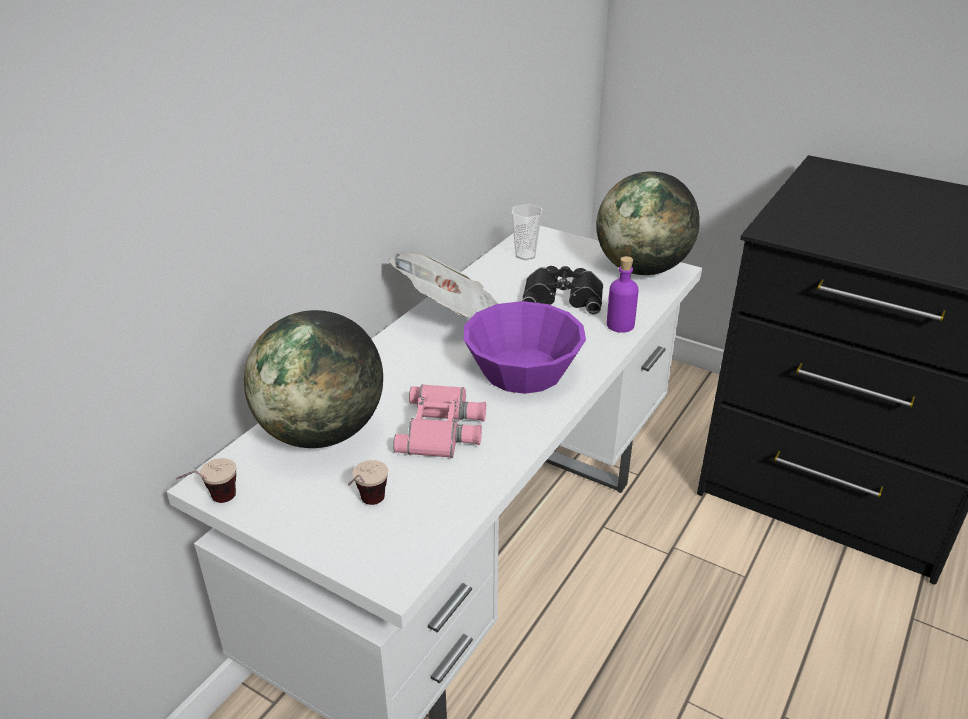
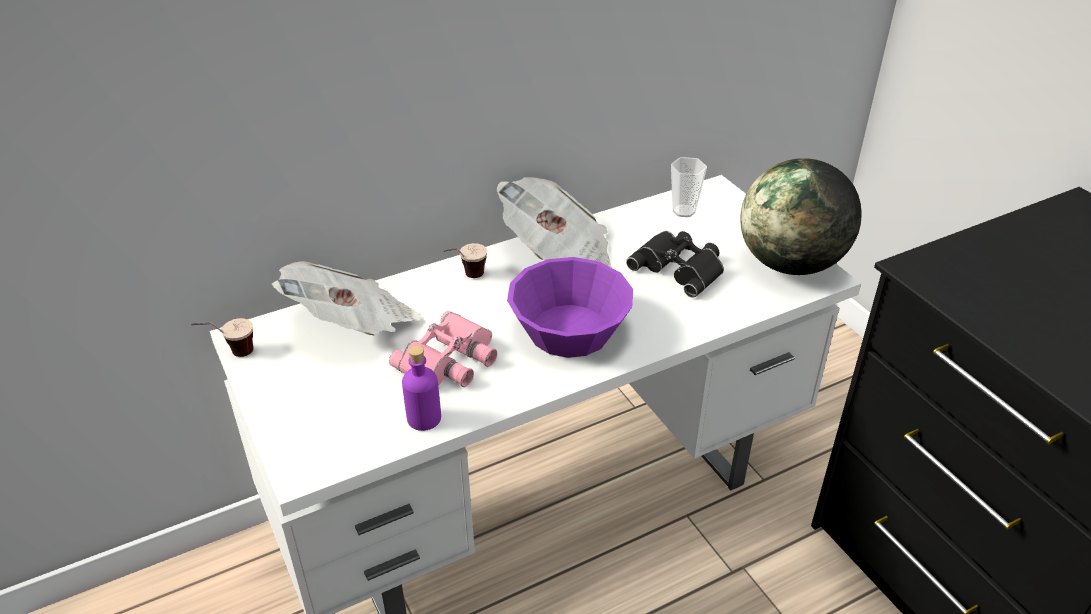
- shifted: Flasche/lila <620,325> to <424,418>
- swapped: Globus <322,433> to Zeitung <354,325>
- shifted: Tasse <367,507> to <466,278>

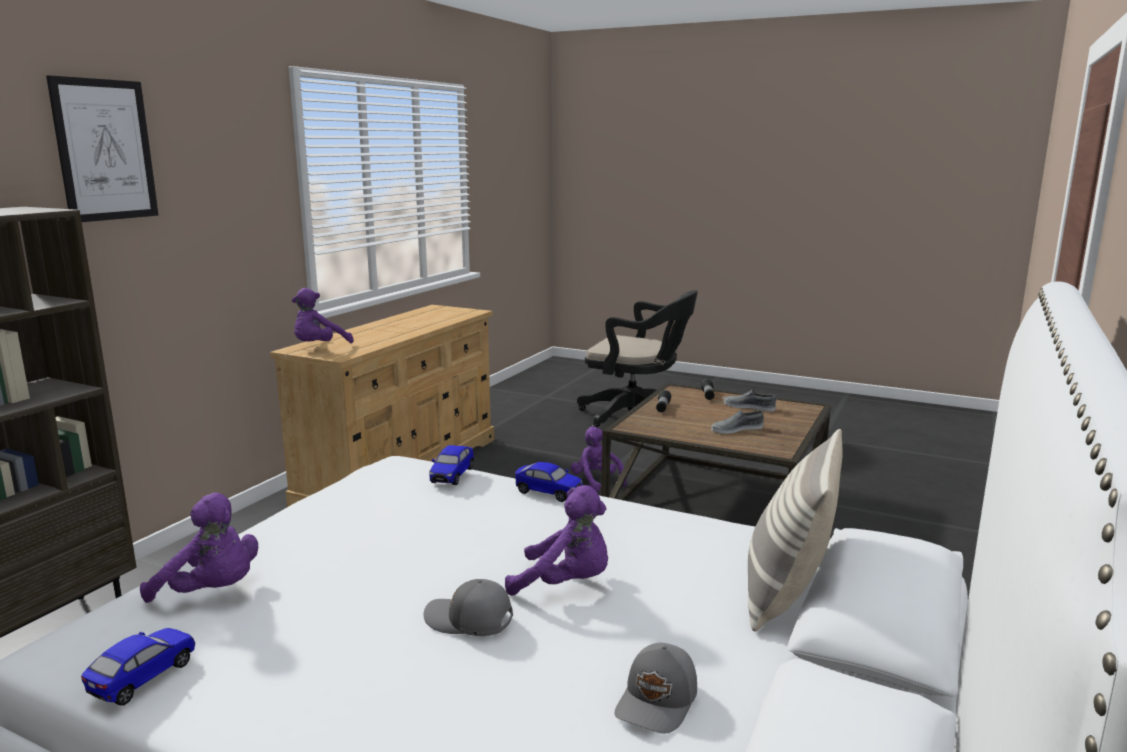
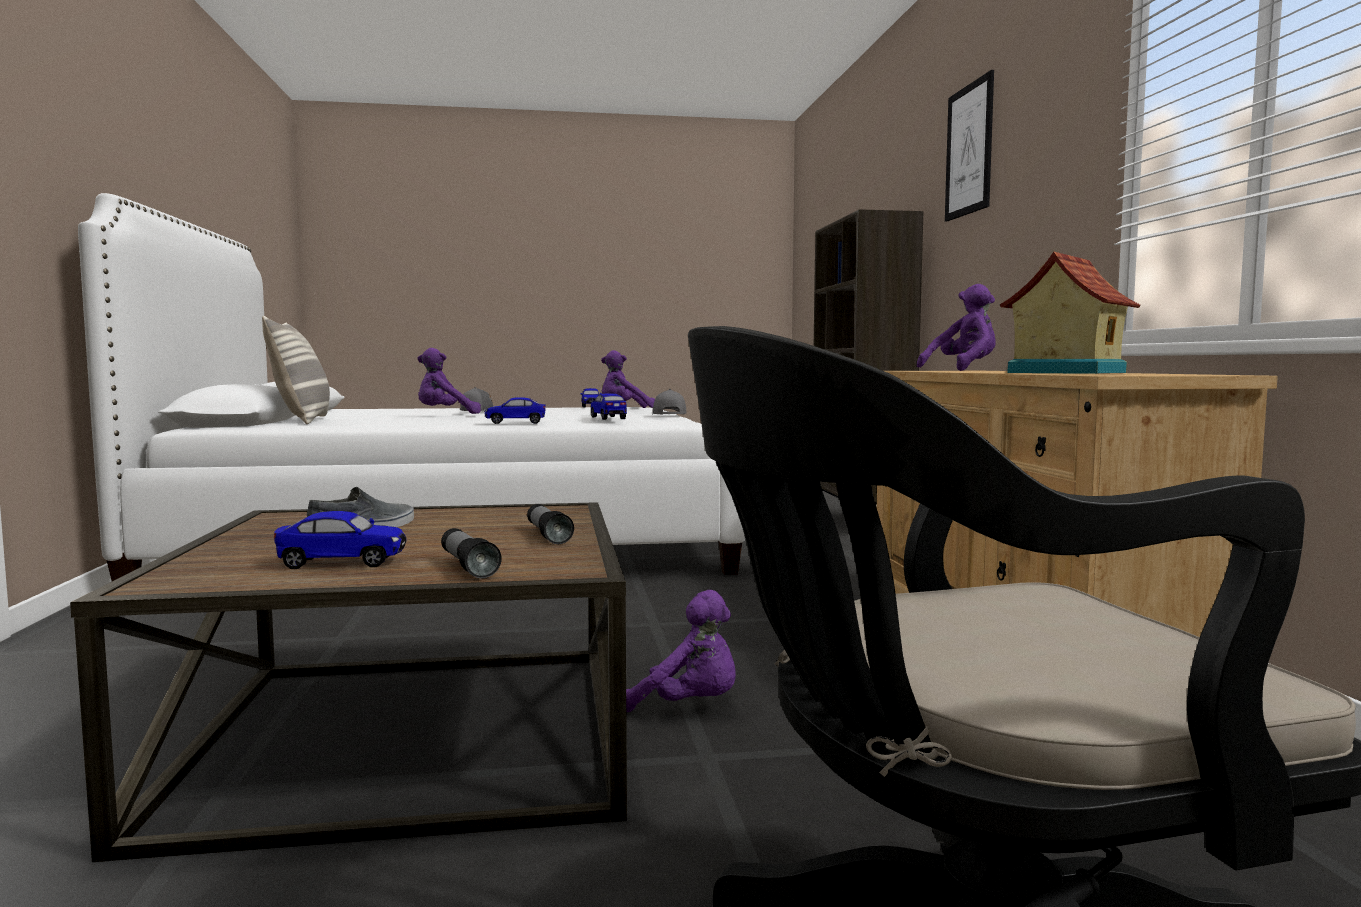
- rotated: Plüschtier/lila <319,347> = <963,370> 60 degrees clockwise
- swapped: Schuh/grau <749,407> to Spielzeugauto <342,562>
- shifted: Kappe/grau <658,702> to <668,415>
- new: Spielzeughaus <1063,373>

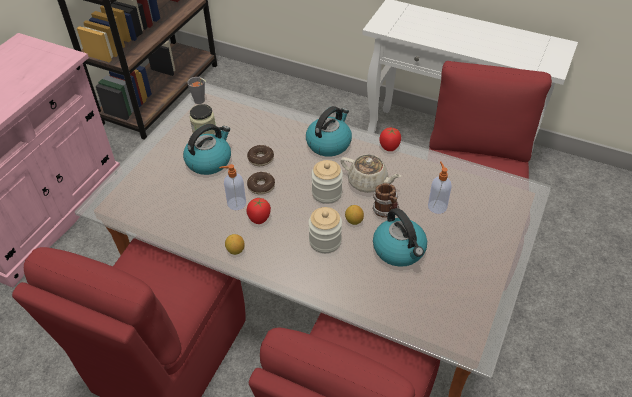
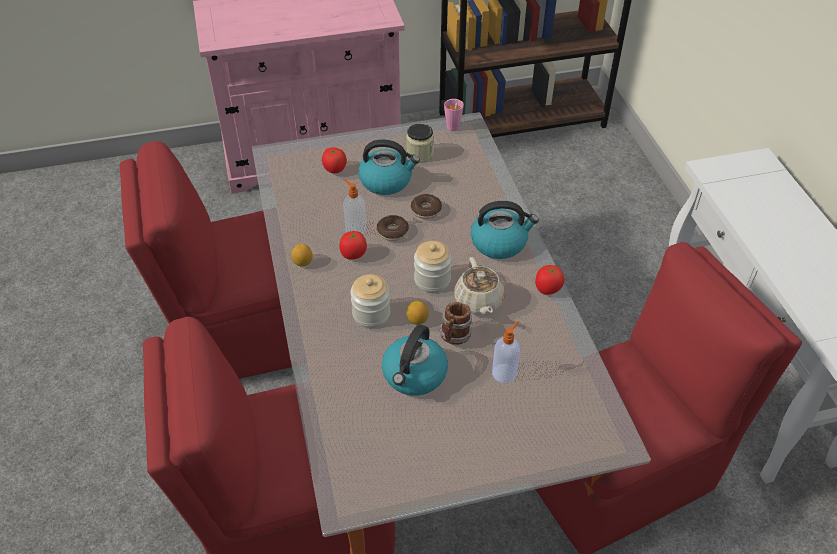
- repainted: Tasse/grau <200,102> to Tasse/rosa <452,129>
- new: Tomate <334,169>

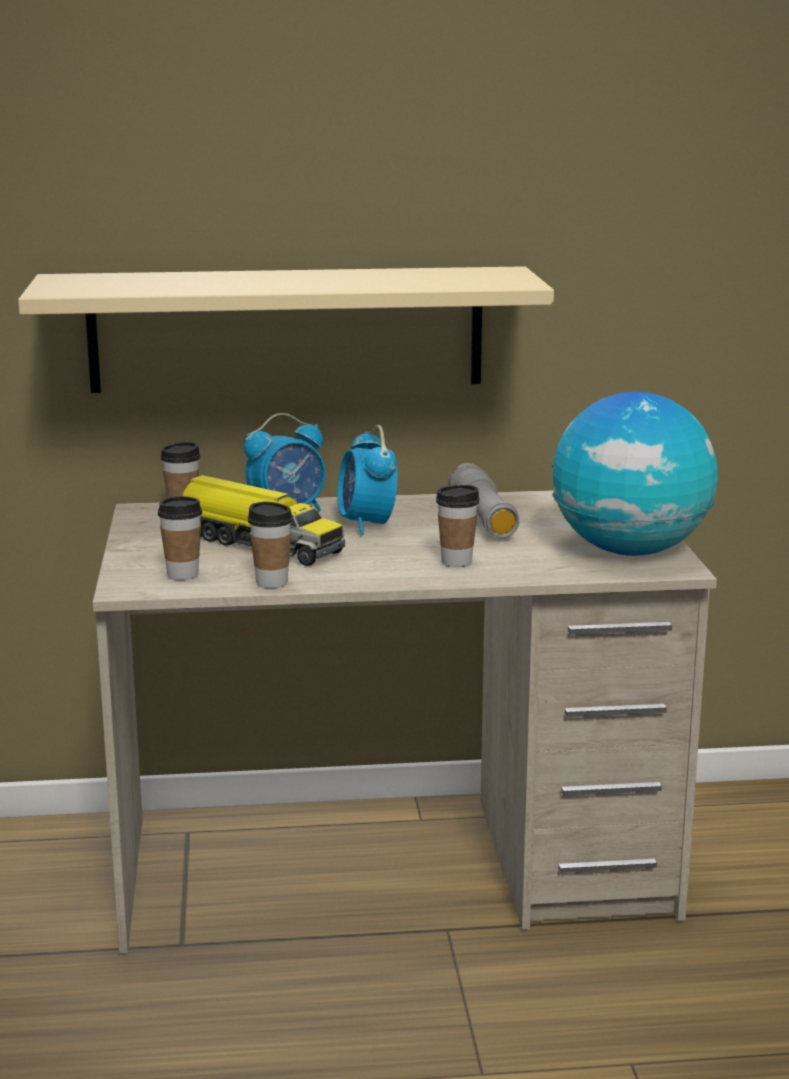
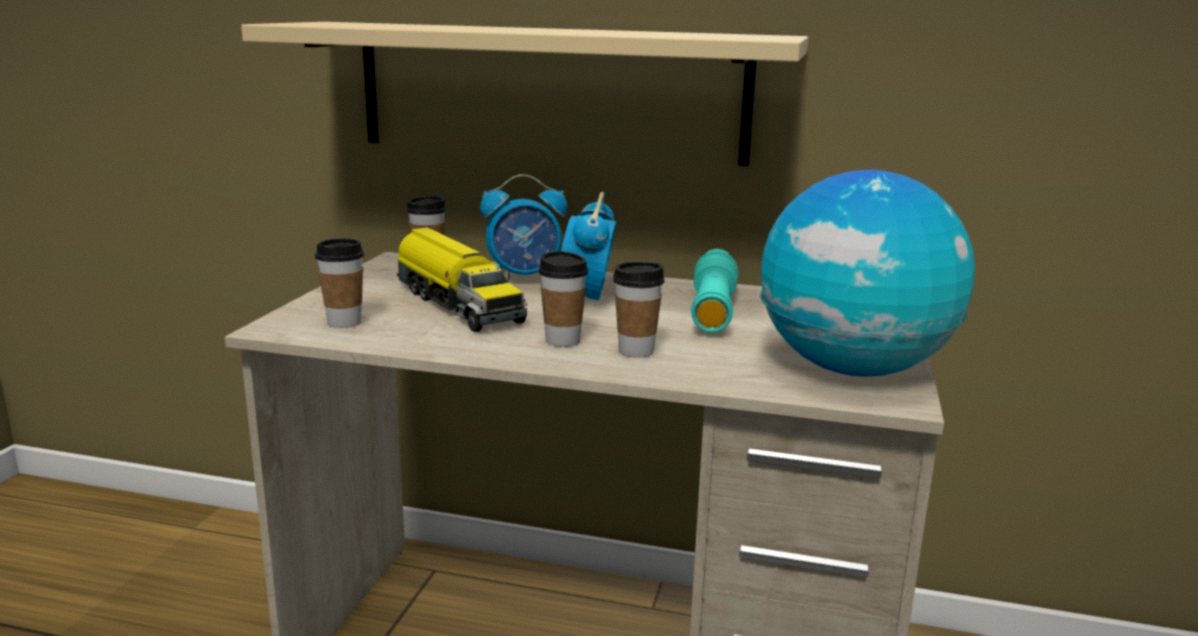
- repainted: Taschenlampe/grau <483,520> to Taschenlampe/türkis <712,311>
- shifted: Tasse <272,582> to <562,341>

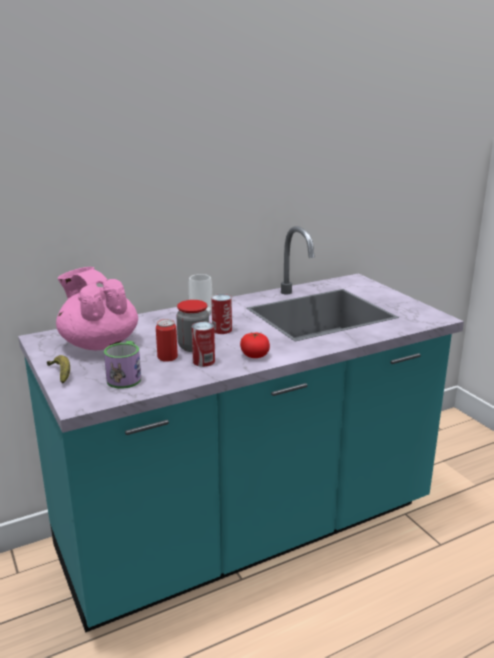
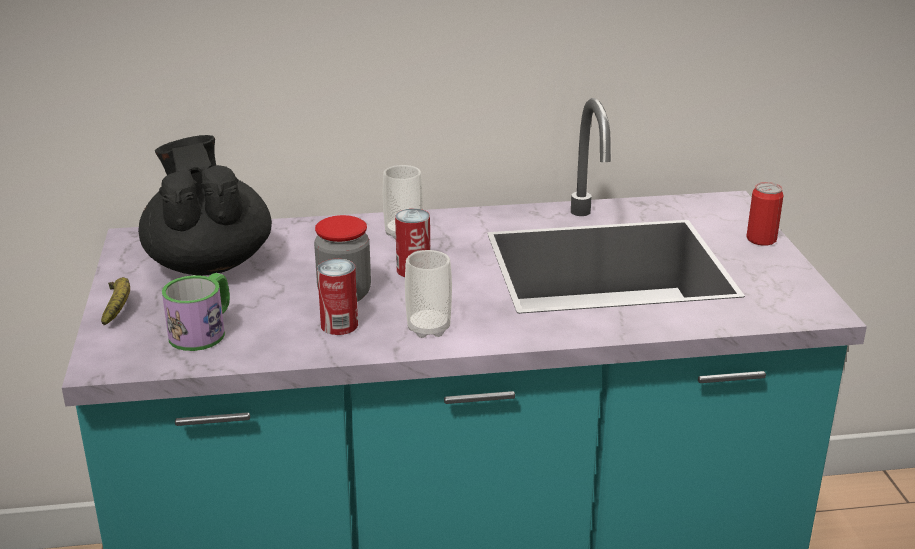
- repainted: Teekanne/rosa <99,343> to Teekanne/schwarz <209,262>
- shifted: Dose <167,357> to <761,239>
- swapped: Tomate <254,355> to Tasse <429,328>

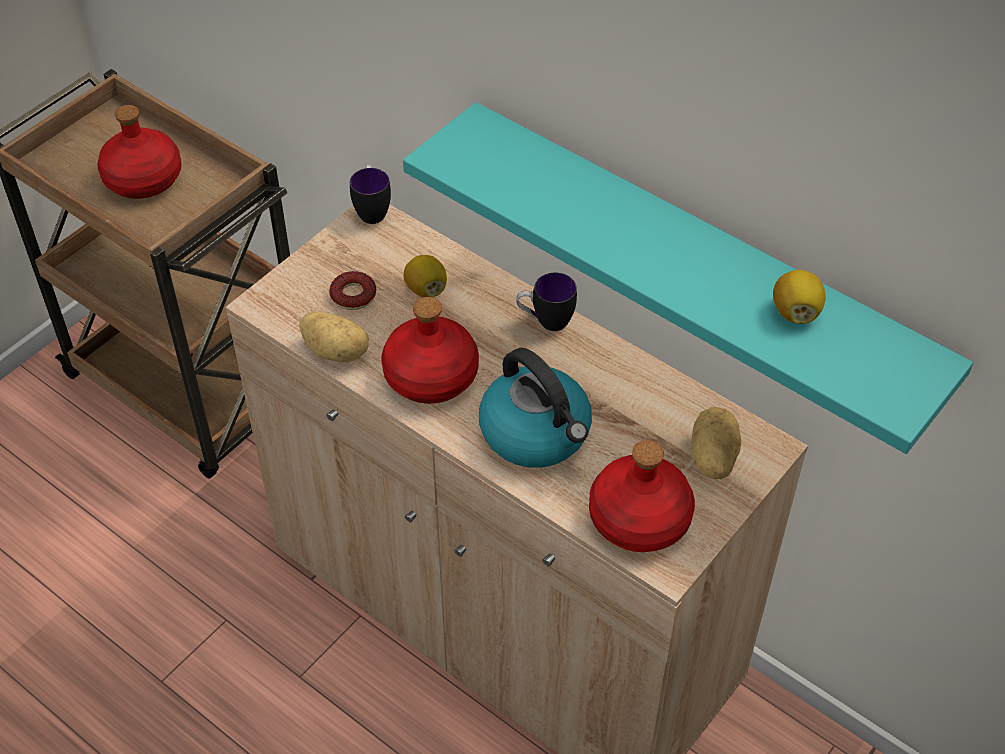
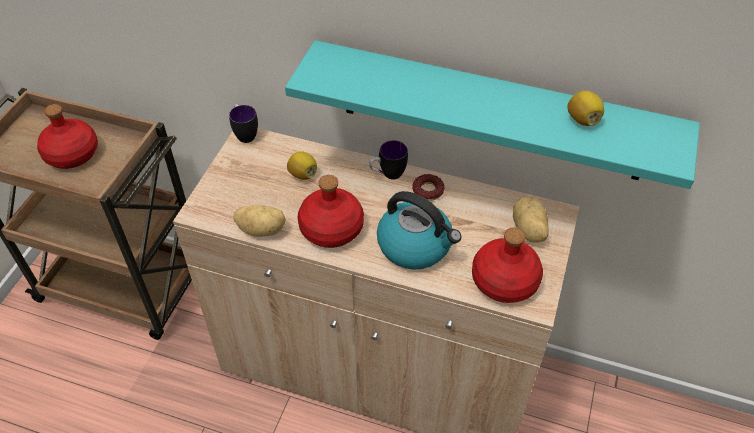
- shifted: Donut <353,295> to <428,190>

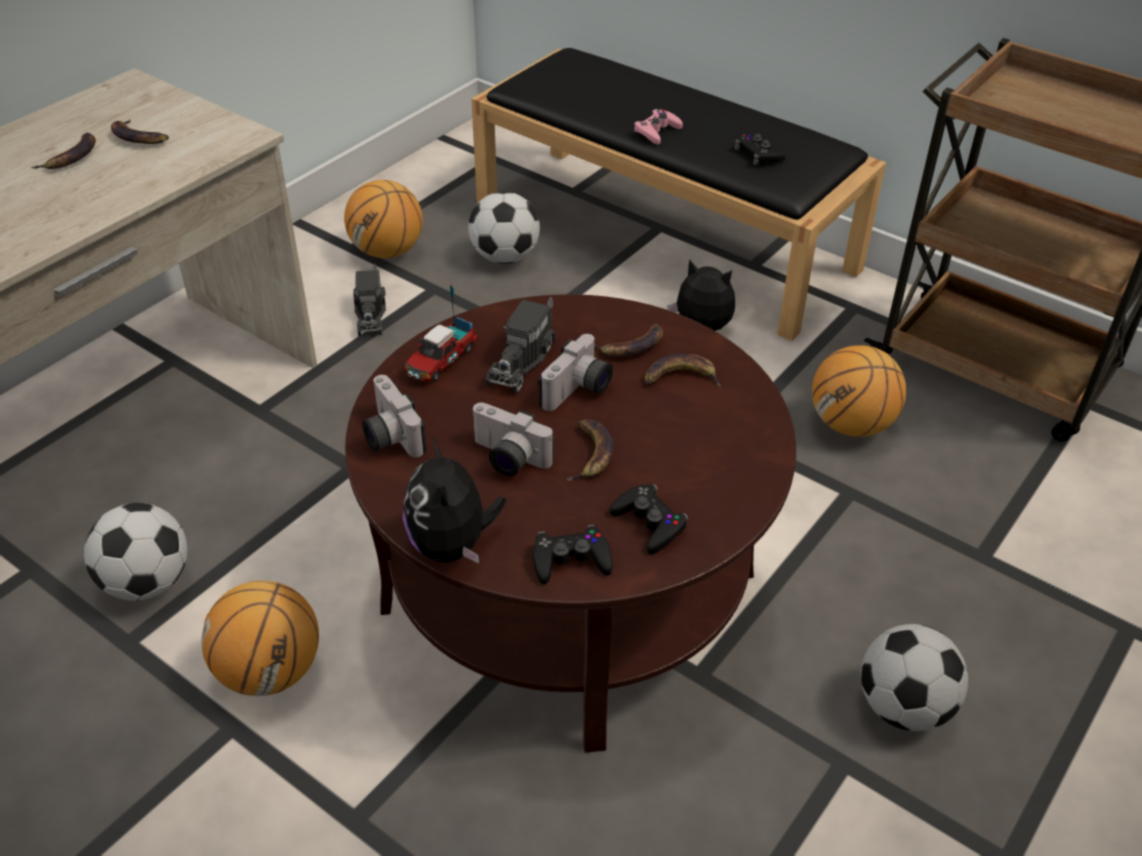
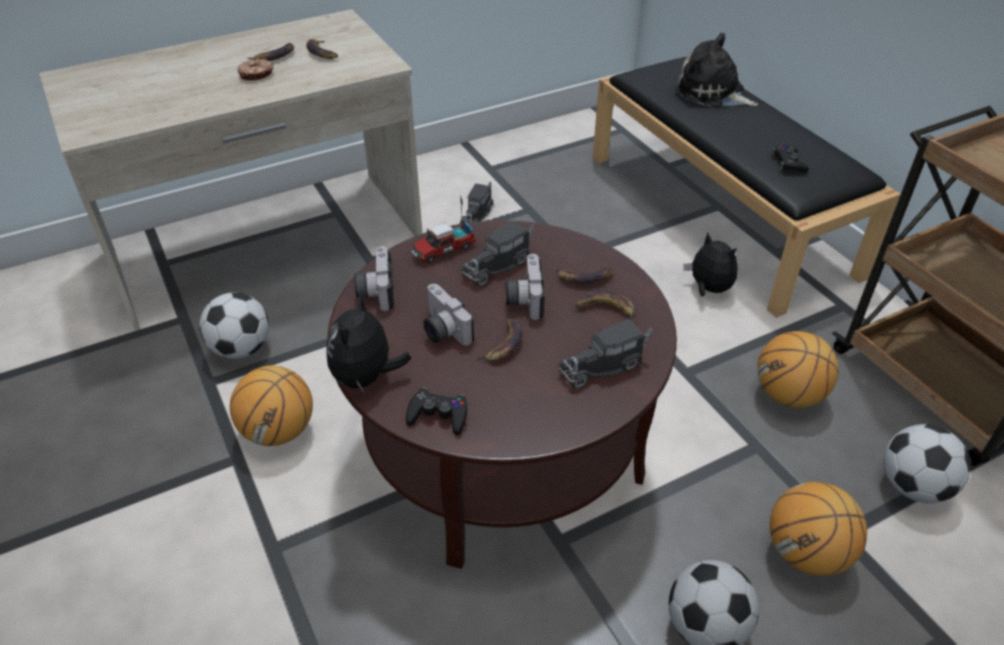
- gone: Gamepad/rosa <657,131>
- shifted: Basketball <387,251> to <806,553>
- shifted: Fußball <504,257> to <913,486>
- rotated: Kamera <578,391> = <523,298> 120 degrees clockwise
- gone: Gamepad/schwarz <649,523>
- new: Plüschtier <712,93>
- new: Donut <256,75>
- new: Spielzeuglaster <603,366>

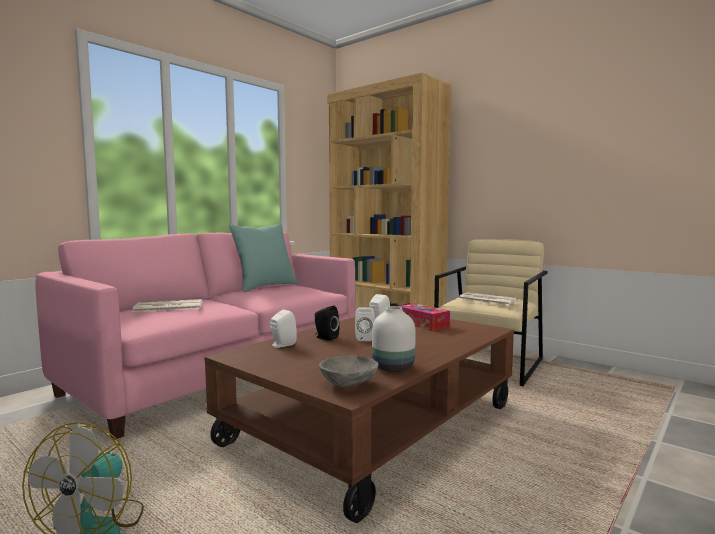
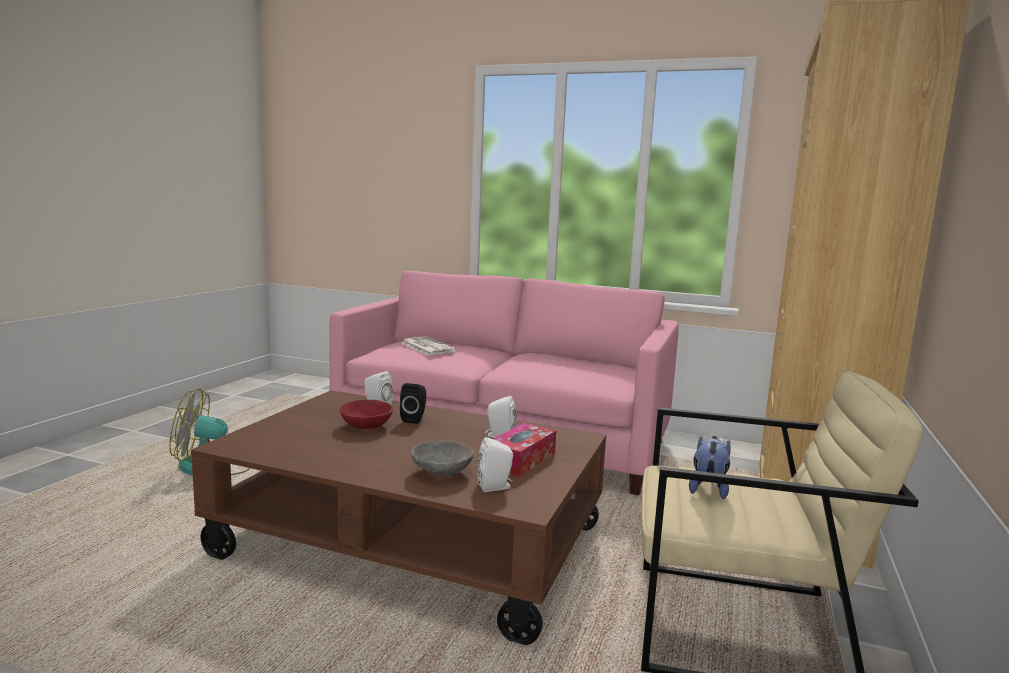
- gone: Kissen/türkis <265,287>
- swapped: Zeitung <486,300> to Plüschtier <708,488>
- gone: Vase/weiß <392,368>
- shifted: Lautsprecher/weiß <365,338> to <496,487>
- shifted: Schüssel/grau <349,384> to <441,473>
- new: Schüssel/rot <366,426>

